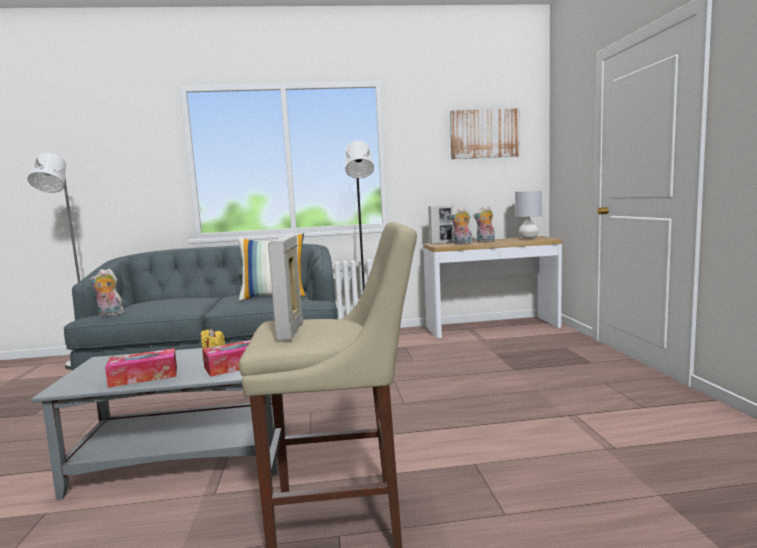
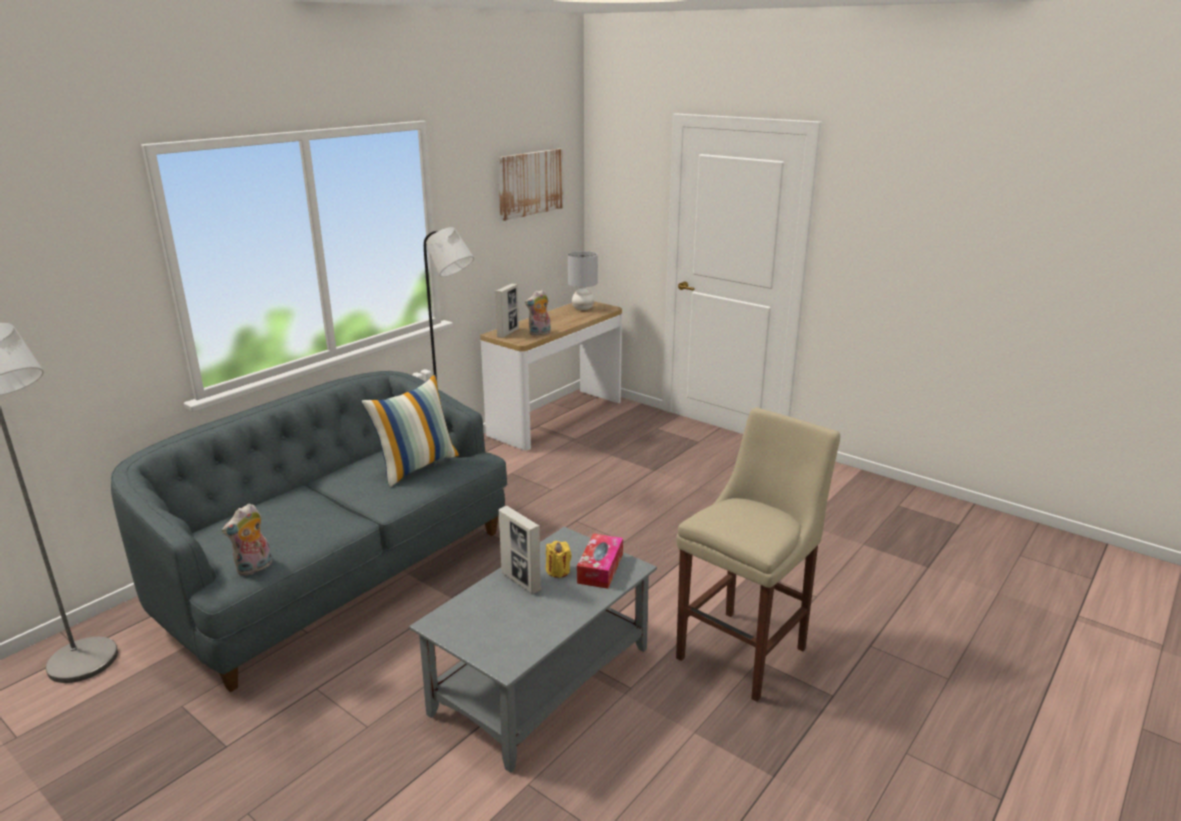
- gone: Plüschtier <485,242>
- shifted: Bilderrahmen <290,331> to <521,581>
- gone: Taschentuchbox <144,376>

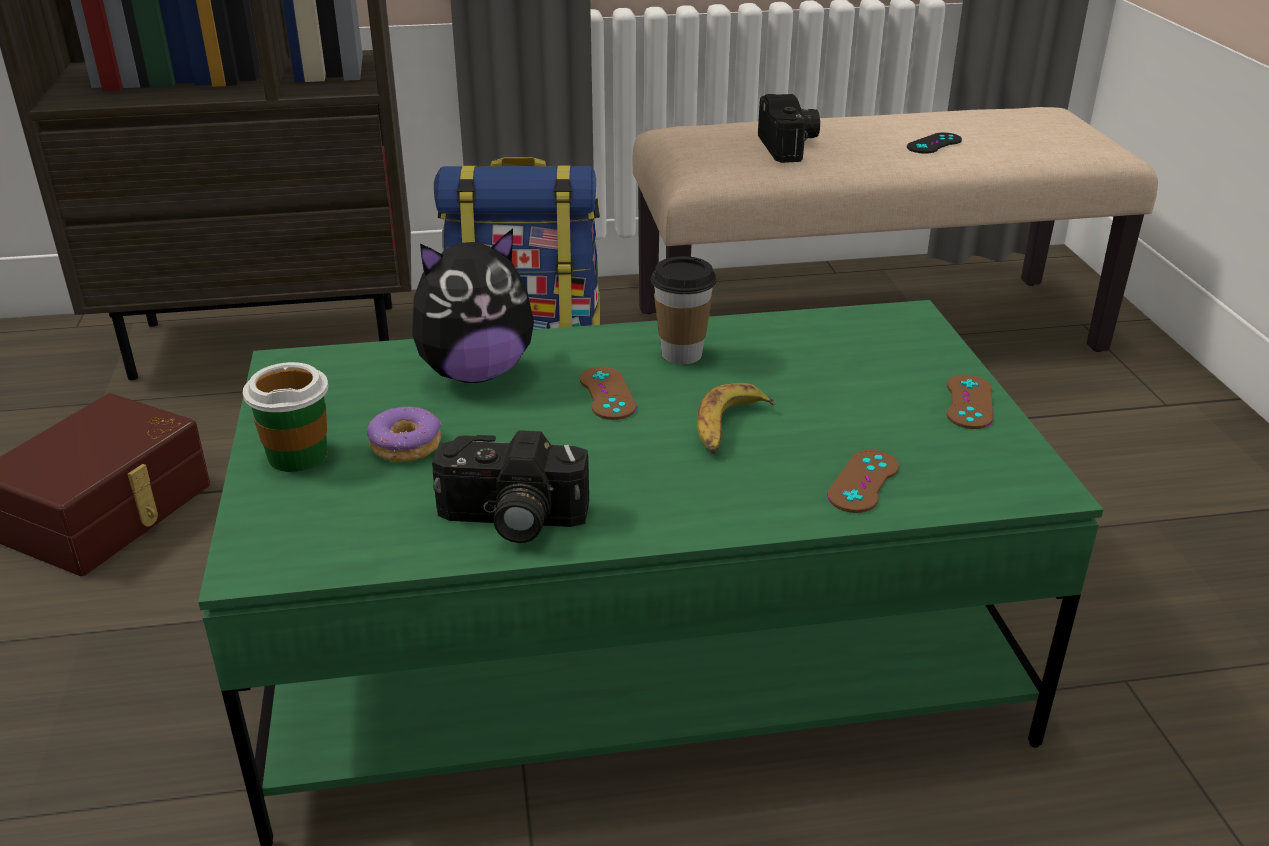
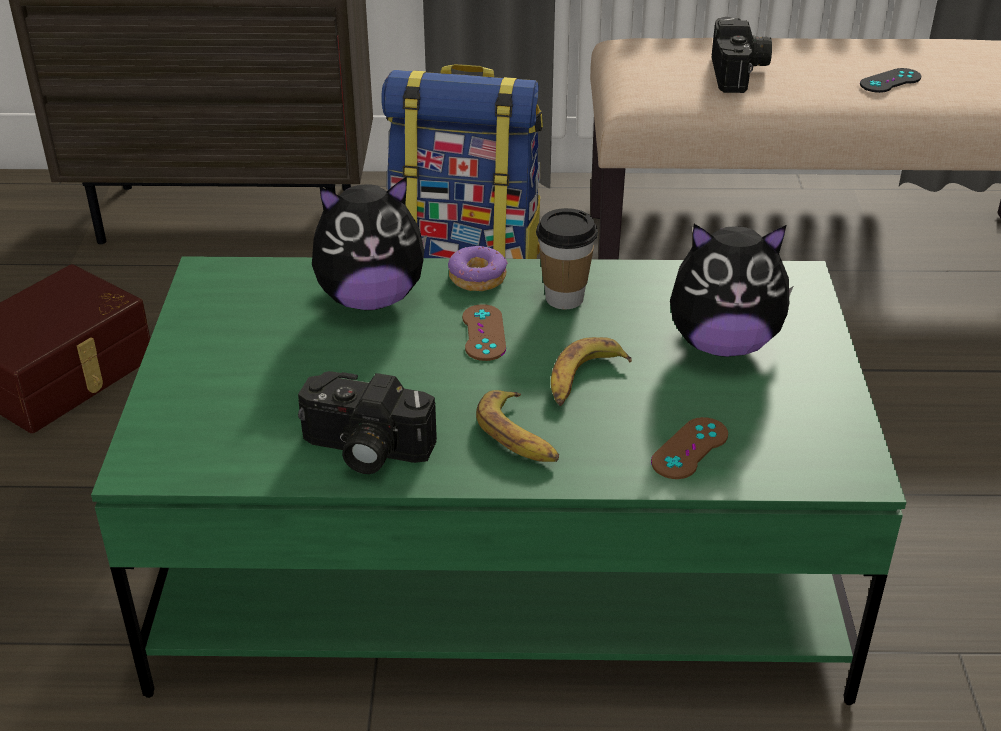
- gone: Tasse <297,455>
- gone: Gamepad/braun <969,402>
- shifted: Donut <406,445> to <478,278>
- new: Plüschtier <723,344>
- new: Banane <519,436>

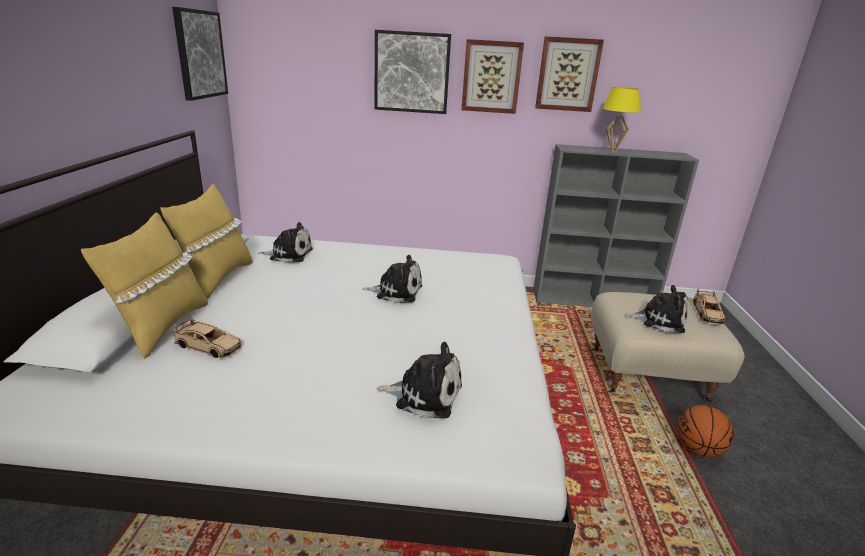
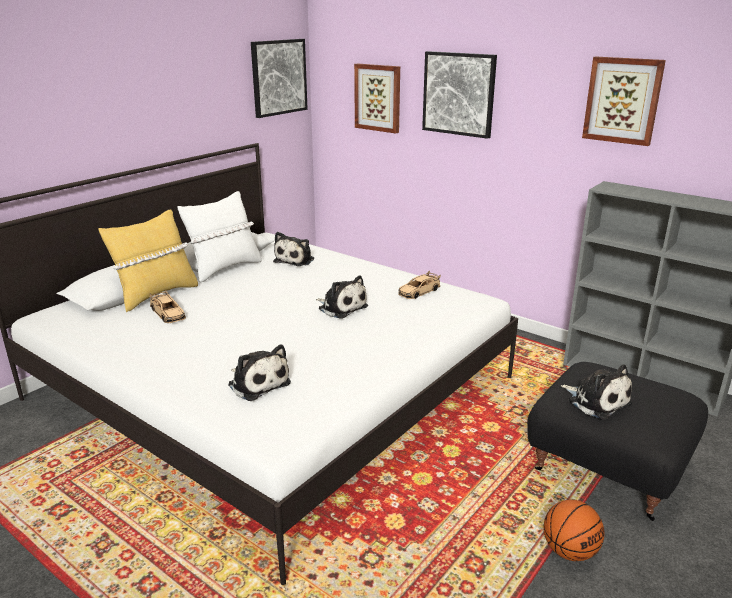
- shifted: Bild <491,77> to <378,98>
- gone: Tischlampe/gelb <613,151>
- repainted: Kissen/gelb <217,278> to Kissen/weiß <224,269>
- rotated: Plüschtier <288,254> = <296,260> 75 degrees clockwise
- shifted: Spielzeugauto/beige <707,313> to <419,292>
- repainted: Polsterhocker/beige <647,375> to Polsterhocker/schwarz <606,470>

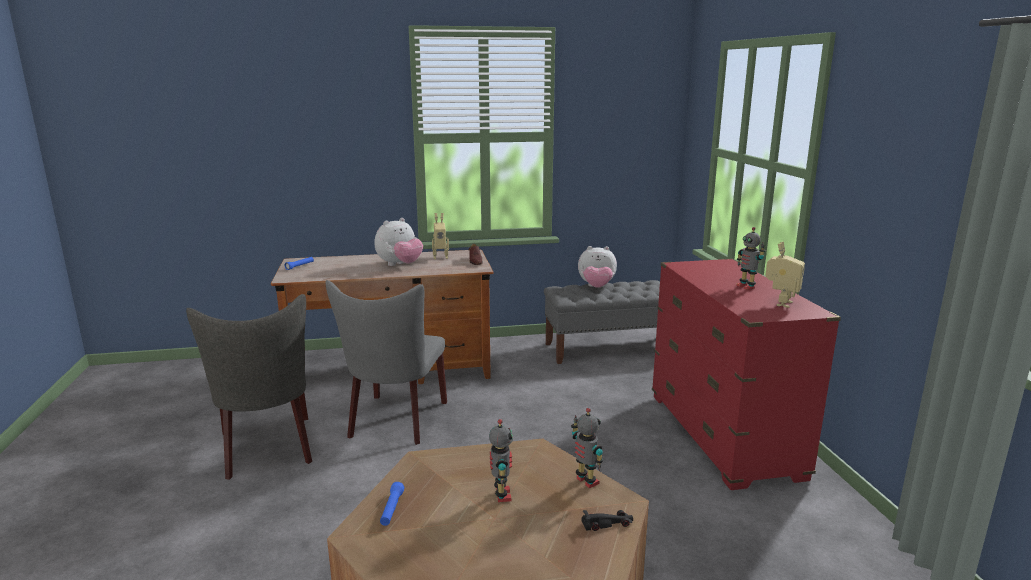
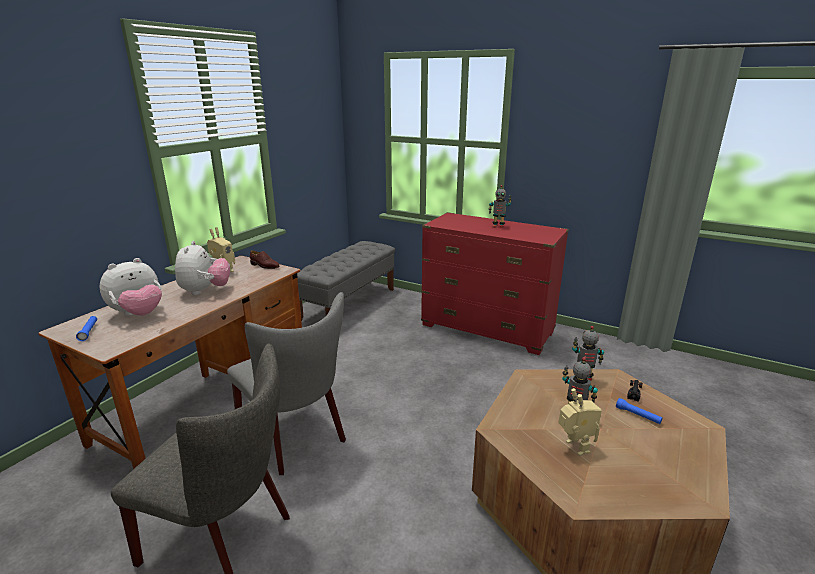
- shifted: Spielzeugroboter <780,303> to <574,448>
- shifted: Plüschtier <596,287> to <139,314>
- shifted: Taschenlampe/blau <392,509> to <637,415>

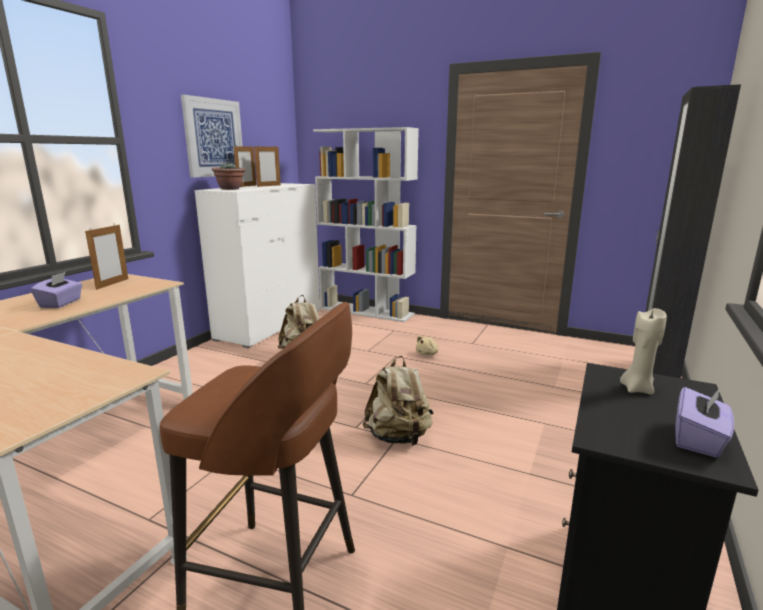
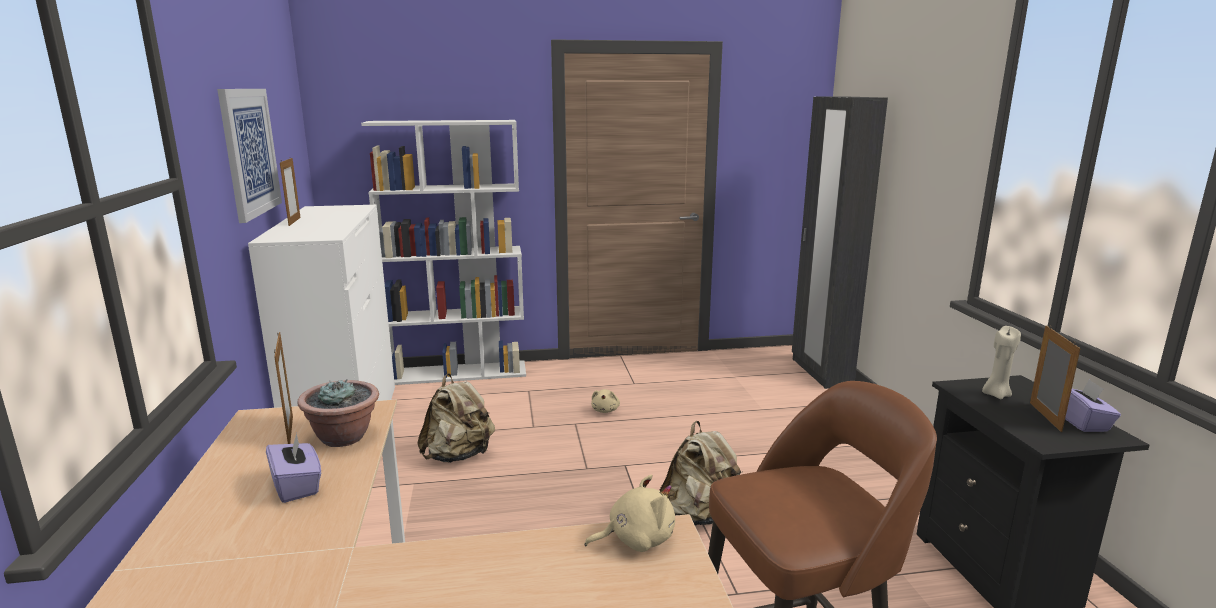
- shifted: Bilderrahmen <269,186> to <1045,416>
- shifted: Topfpflanze <230,189> to <344,437>
- new: Plüschtier/beige <636,539>

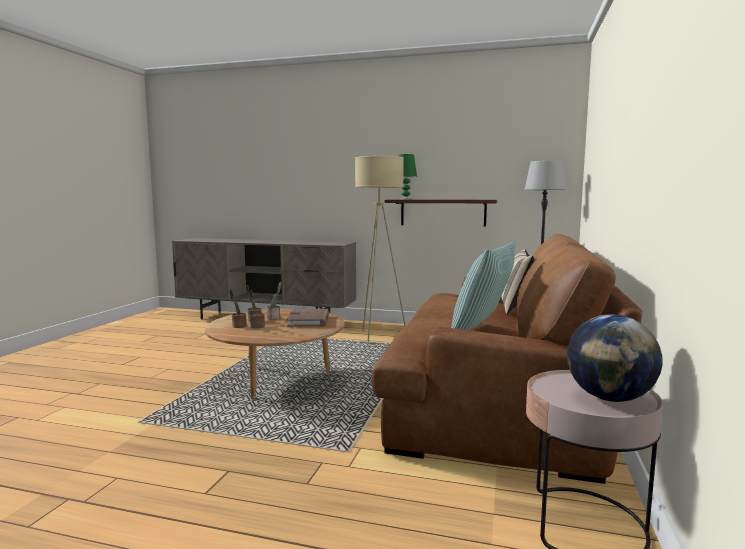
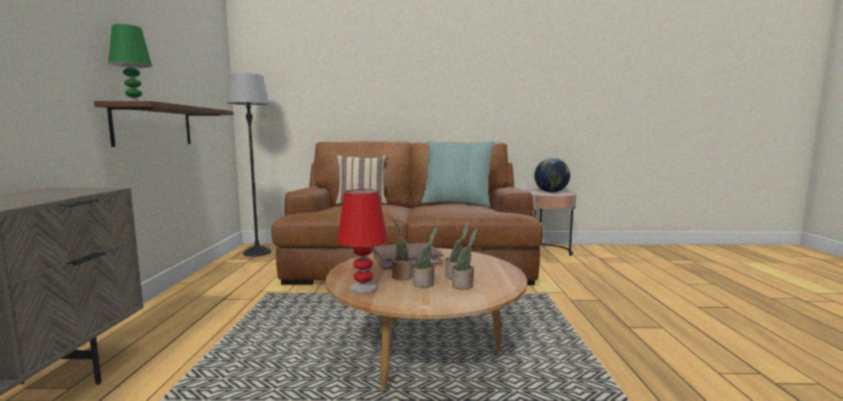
- gone: Stehlampe/beige <379,336>
- new: Tischlampe/rot <363,288>

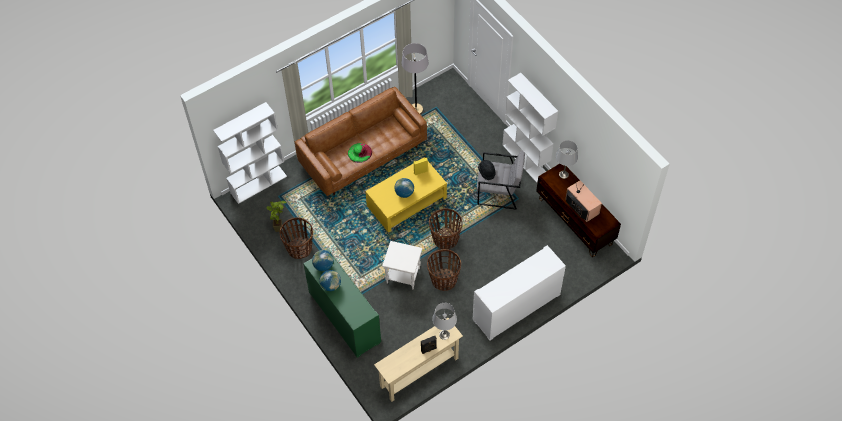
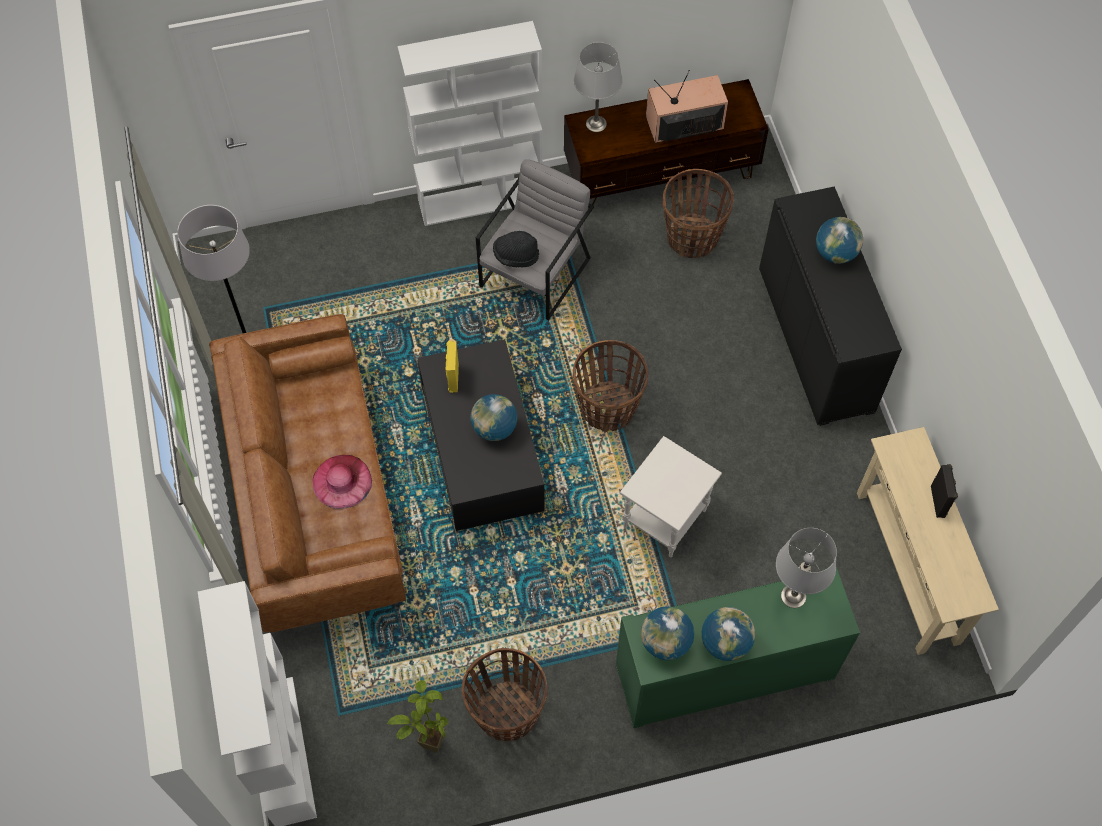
- repainted: Hut/grün <359,152> to Hut/rosa <342,481>
- repainted: Couchtisch/gelb <406,202> to Couchtisch/schwarz <481,448>
- repainted: Schrank/weiß <516,307> to Schrank/schwarz <815,339>
- shifted: Korb <443,280> to <692,238>
- shifted: Tischlampe/grau <444,334> to <793,595>
- new: Globus <835,253>

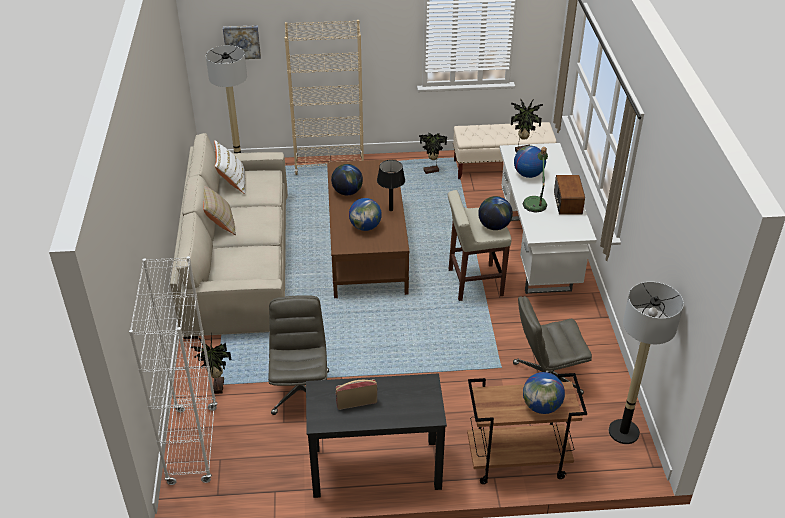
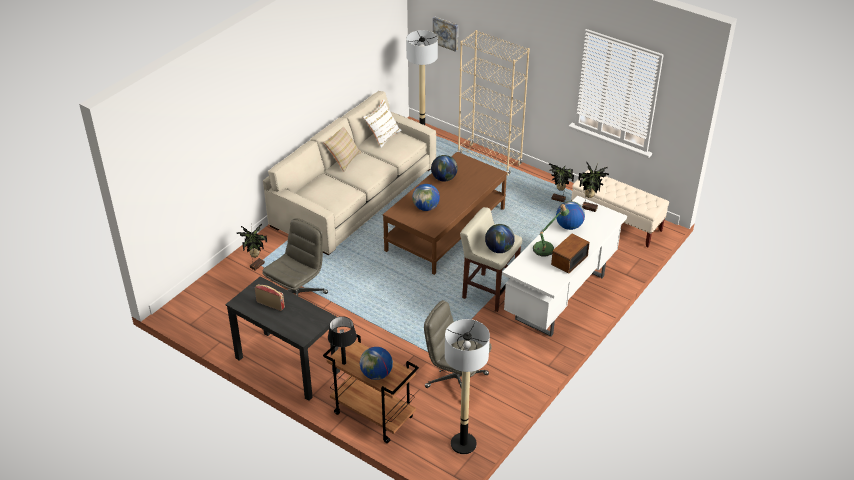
- shifted: Tischlampe/schwarz <391,210> to <344,363>
- gone: Bücherregal/weiß <193,445>

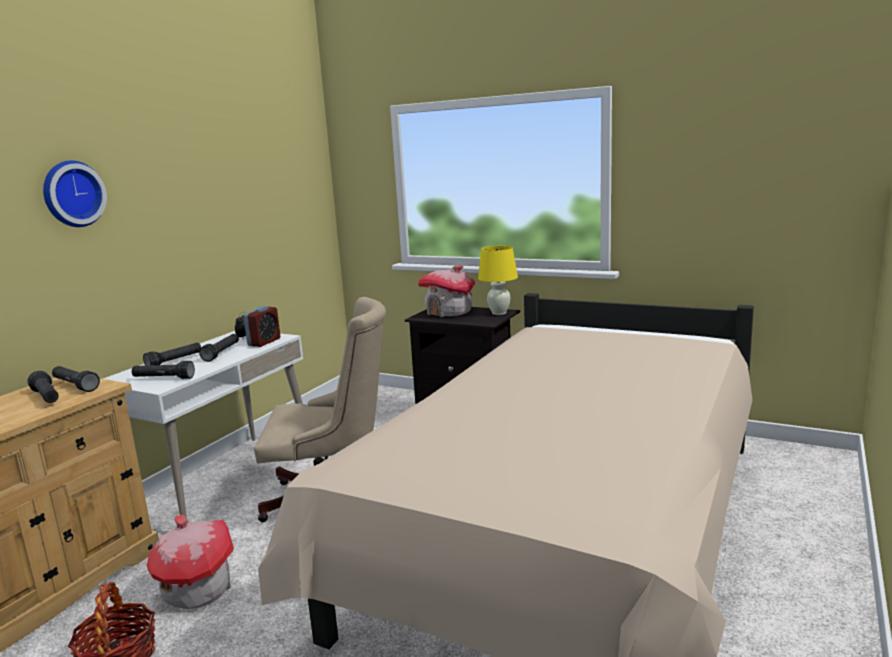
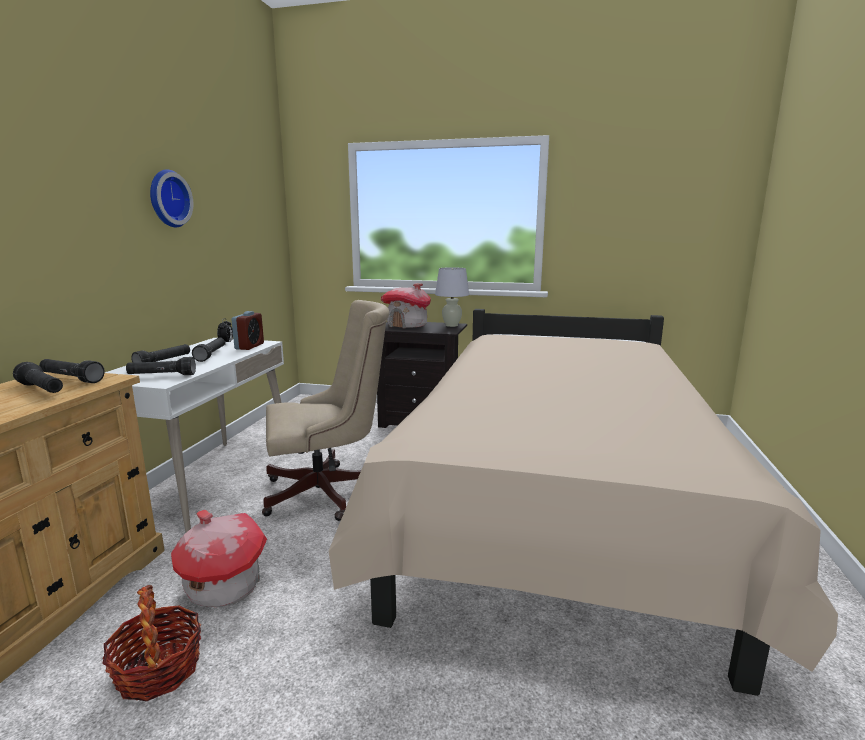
- shifted: Wanduhr <72,194> to <167,198>
- repainted: Tischlampe/gelb <499,313> to Tischlampe/weiß <451,325>

